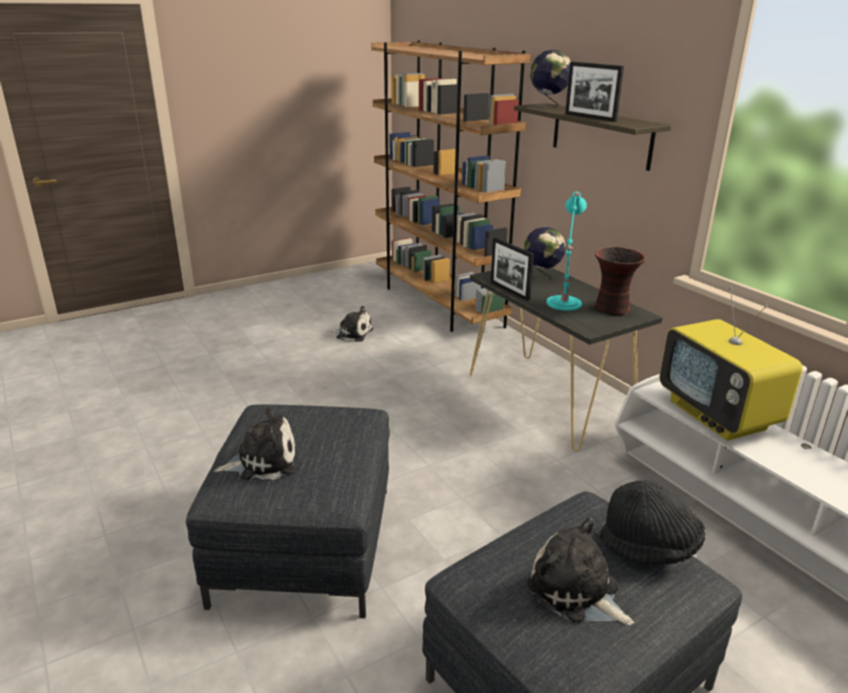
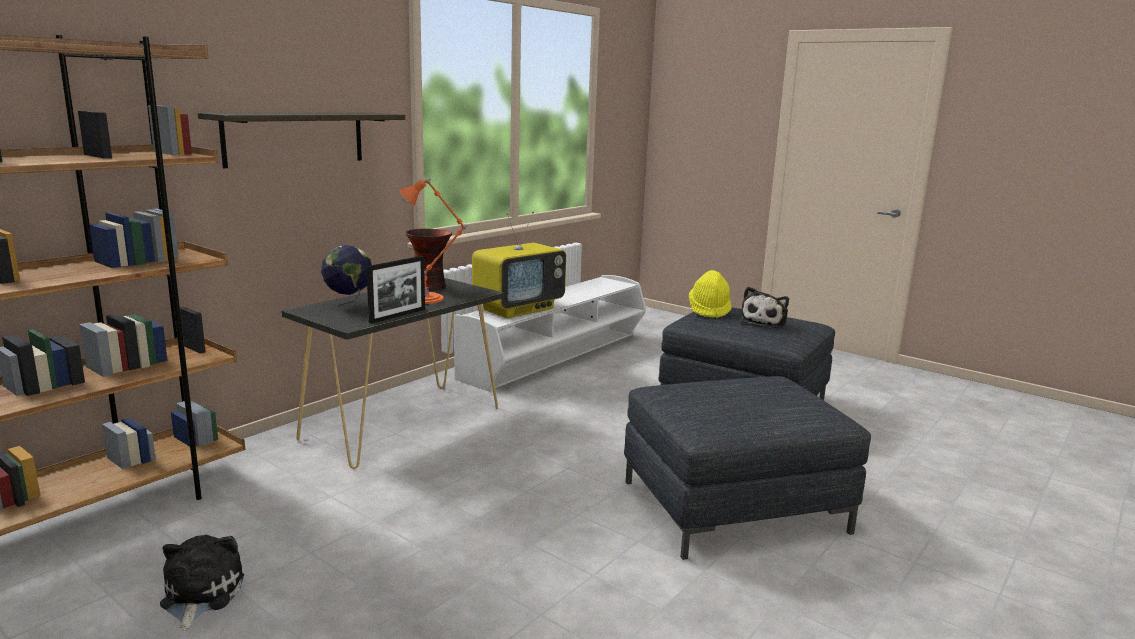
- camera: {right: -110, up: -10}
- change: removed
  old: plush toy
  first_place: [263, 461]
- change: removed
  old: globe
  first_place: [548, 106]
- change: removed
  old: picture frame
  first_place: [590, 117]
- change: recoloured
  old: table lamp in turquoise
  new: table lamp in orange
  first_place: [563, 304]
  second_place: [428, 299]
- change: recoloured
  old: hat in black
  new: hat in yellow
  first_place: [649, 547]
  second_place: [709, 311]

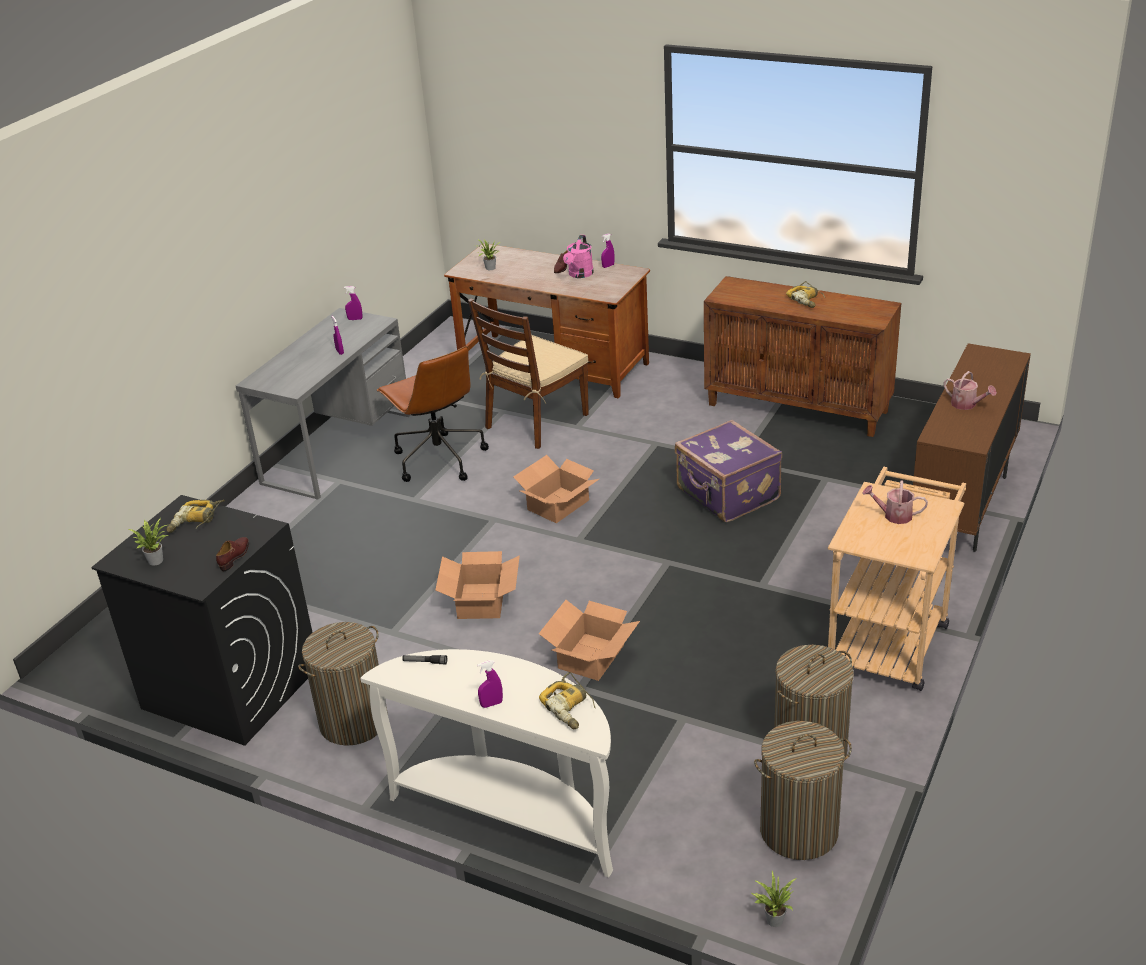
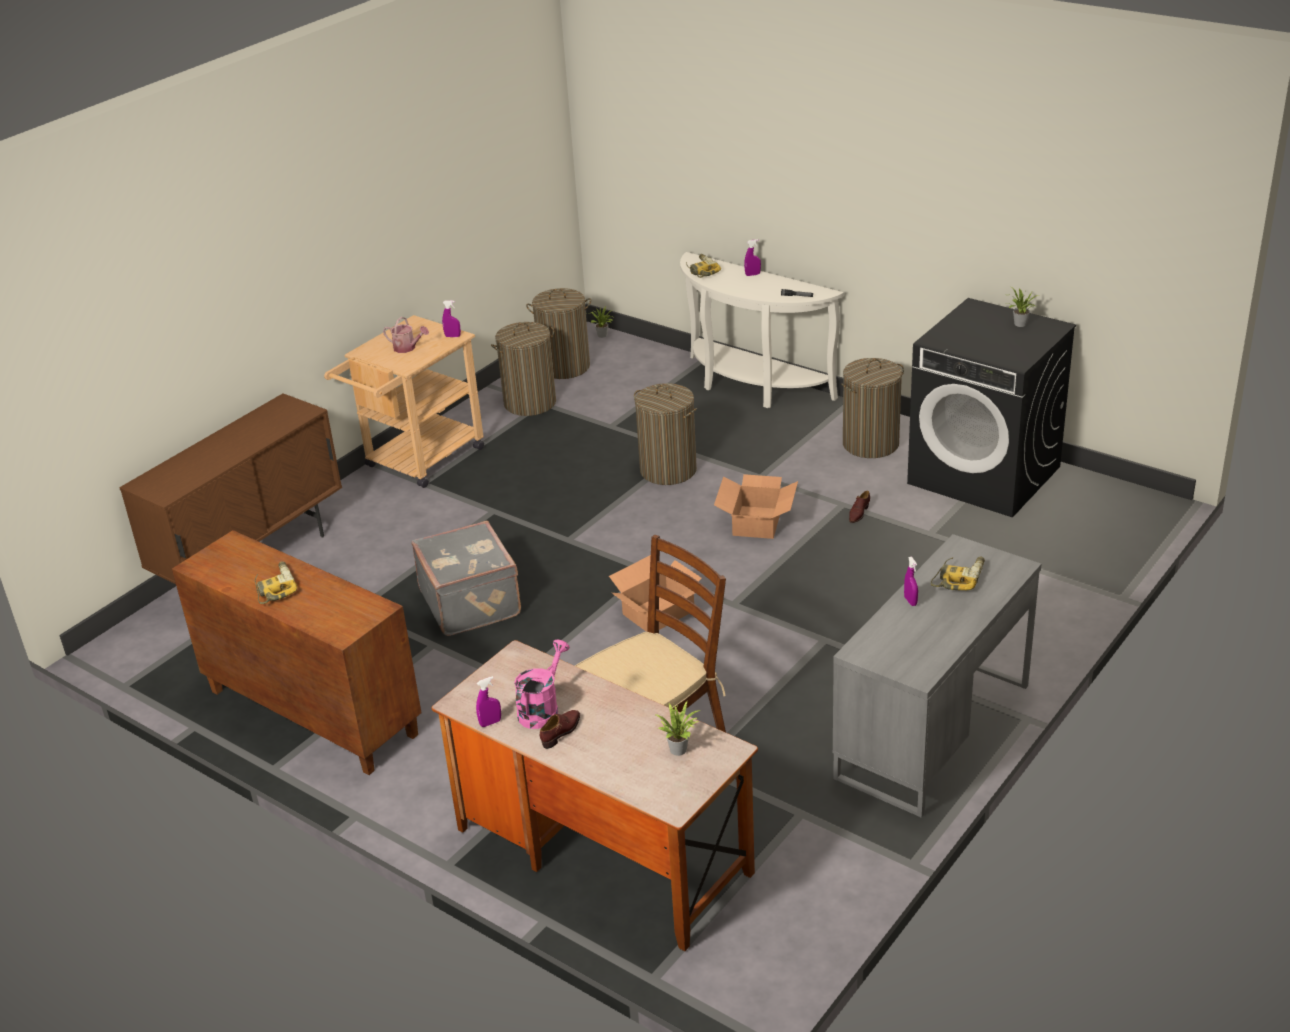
- camera: {right: -170, up: 0}
- change: removed
  old: office chair in brown
  first_place: [438, 459]
- change: removed
  old: watering can
  first_place: [967, 405]
- change: moved
  old: power drill
  first_place: [196, 521]
  second_place: [958, 578]
- change: moved
  old: shoe in brown
  first_place: [235, 556]
  second_place: [858, 513]
- change: moved
  old: spray bottle in purple
  first_place: [355, 319]
  second_place: [452, 336]
- change: replaced
  old: cardboard box
  new: laundry basket
  first_place: [590, 657]
  second_place: [668, 470]
- change: recoloured
  old: suitcase in purple
  new: suitcase in grey
  first_place: [727, 495]
  second_place: [472, 602]

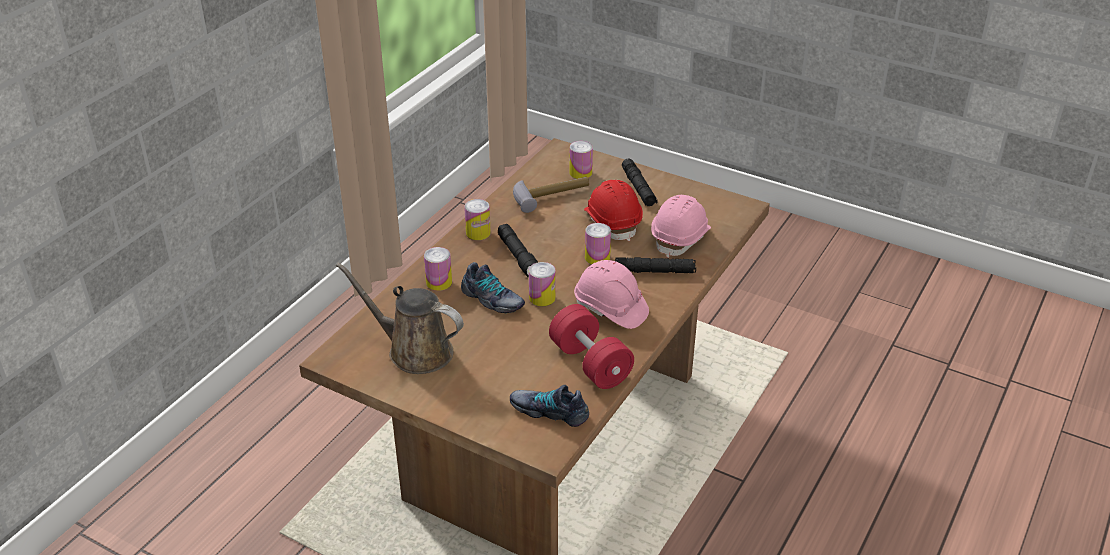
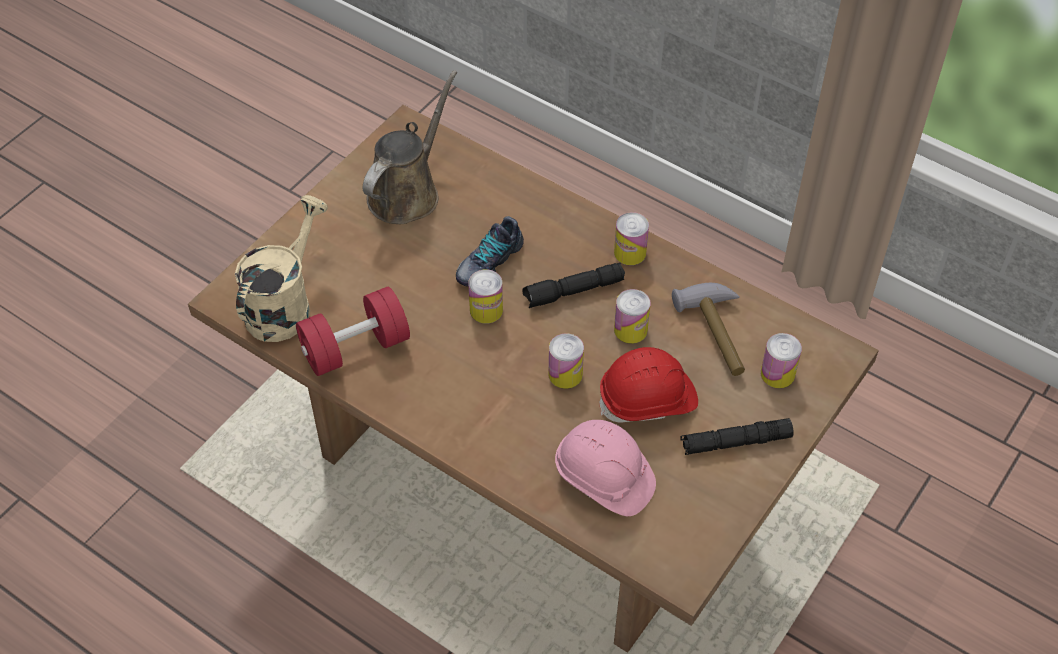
- camera: {right: 95, up: 15}
- change: removed
  old: hard hat in pink
  first_place: [610, 309]
- change: removed
  old: flashlight in black
  first_place: [655, 271]
- change: moved
  old: can
  first_place: [439, 282]
  second_place: [630, 330]
- change: replaced
  old: shoe
  new: watering can in beige
  first_place: [549, 411]
  second_place: [284, 304]

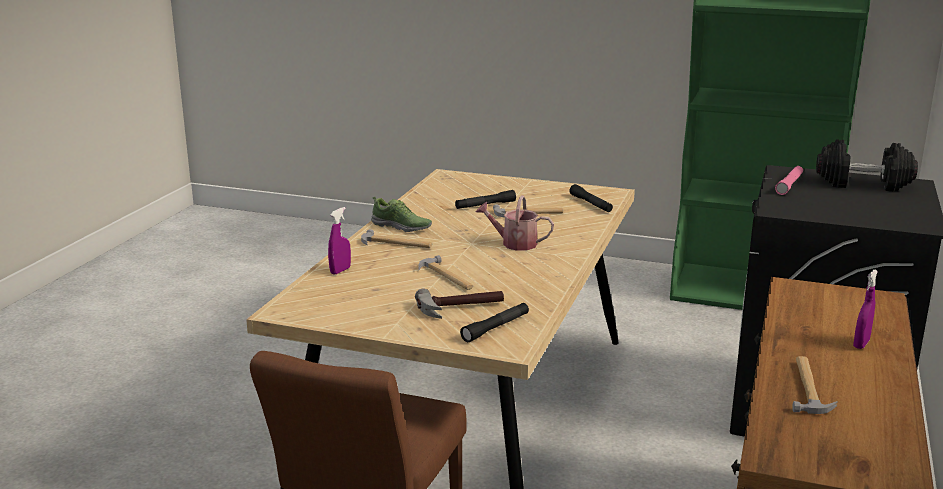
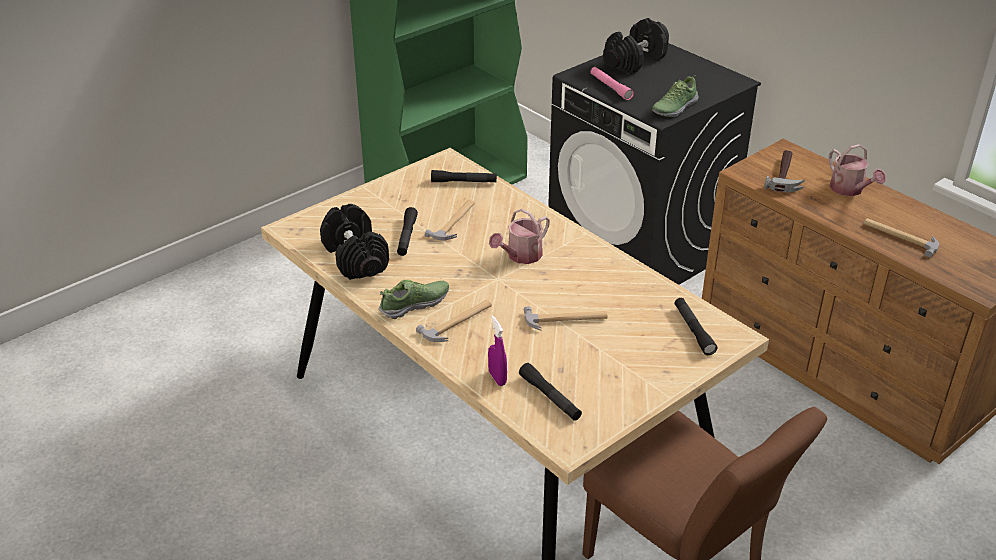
- camera: {right: -60, up: 15}
- change: added
  new: dumbbell in black
  second_place: [355, 257]
- change: added
  new: flashlight in black
  second_place: [550, 397]
- change: added
  new: shoe
  second_place: [674, 108]
- change: moved
  old: hammer
  first_place: [461, 308]
  second_place: [786, 176]
- change: replaced
  old: spray bottle in purple
  new: watering can
  first_place: [861, 344]
  second_place: [850, 190]

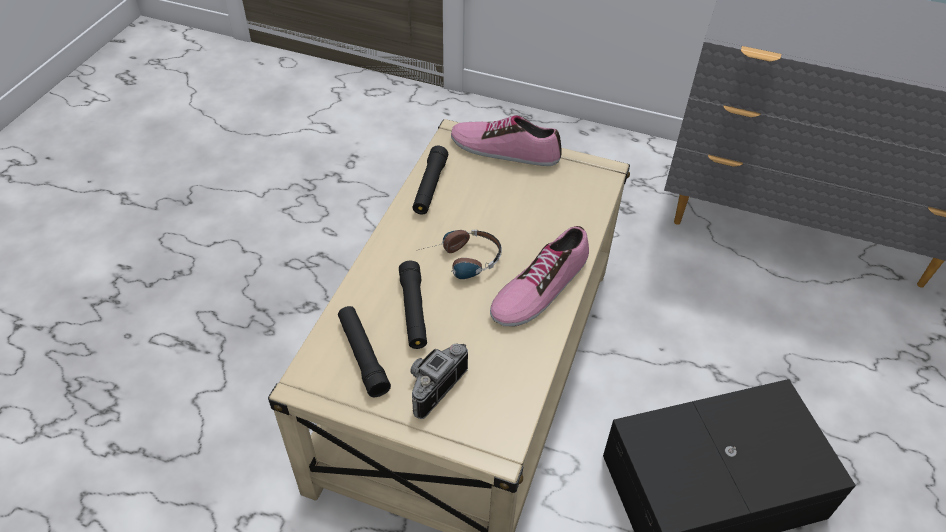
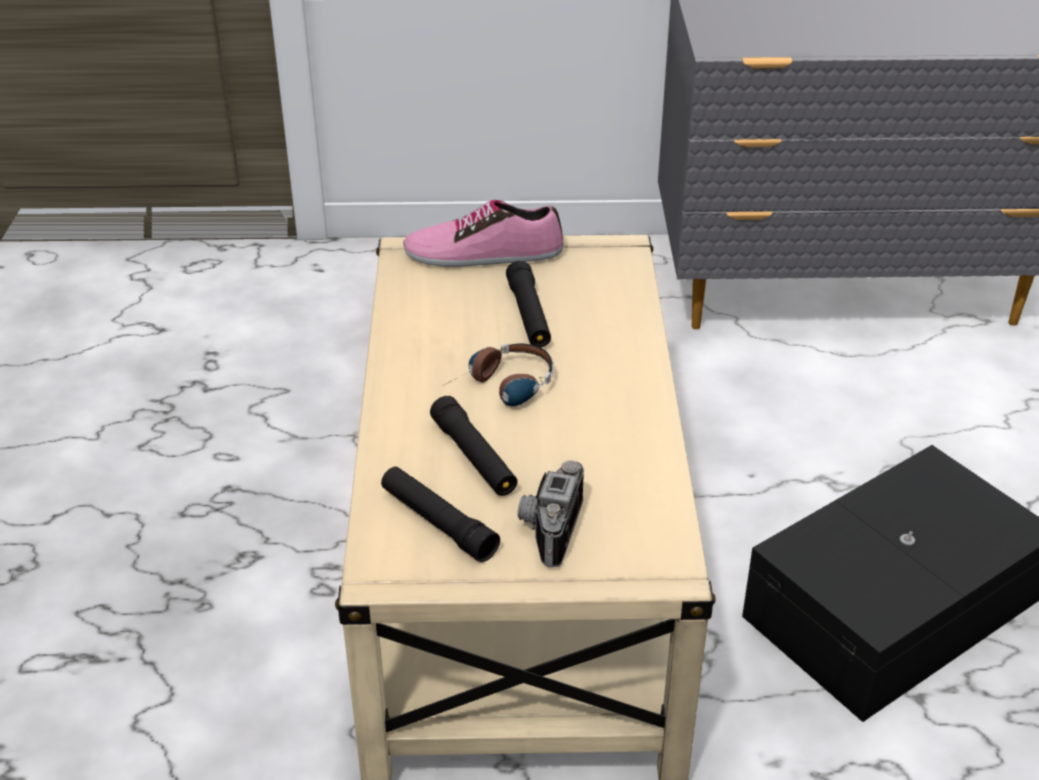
- camera: {right: -20, up: -10}
- change: removed
  old: shoe
  first_place: [539, 287]
- change: moved
  old: flashlight in black
  first_place: [430, 187]
  second_place: [529, 315]

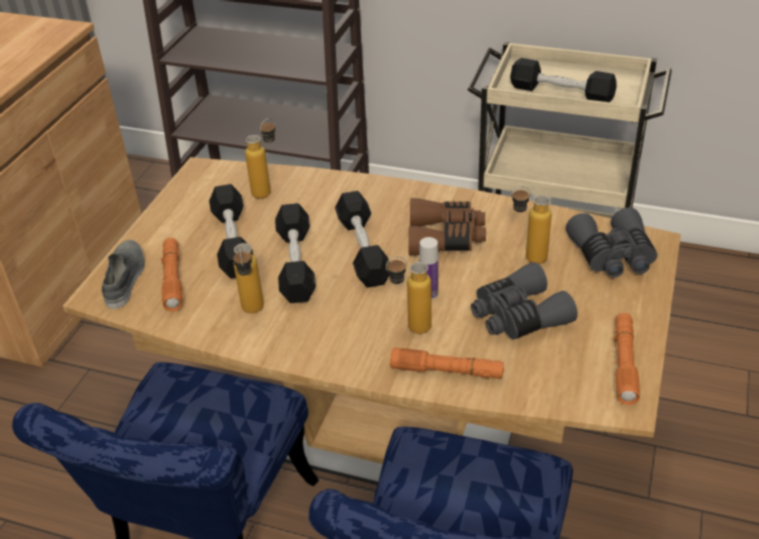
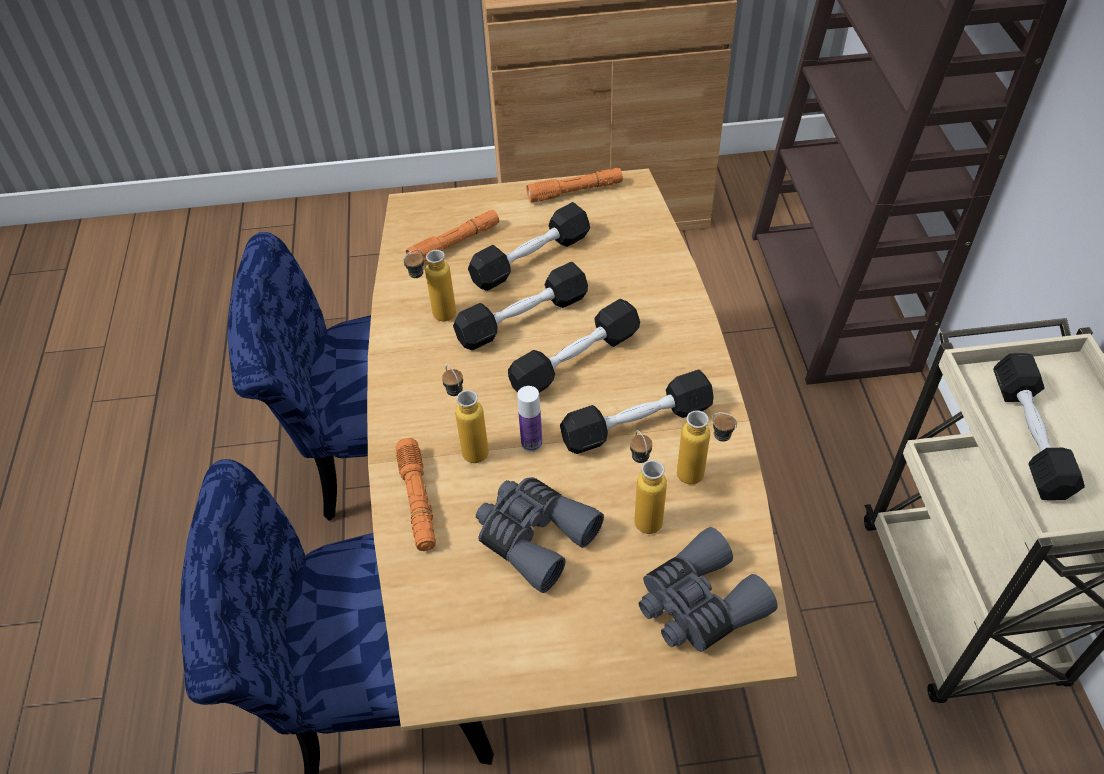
- camera: {right: 65, up: 10}
- change: removed
  old: shoe in grey
  first_place: [125, 278]
- change: moved
  old: bottle
  first_place: [267, 190]
  second_place: [701, 478]
- change: moved
  old: flashlight in orange
  first_place: [624, 364]
  second_place: [575, 191]
- change: replaced
  old: binoculars in brown
  new: dumbbell in black
  first_place: [446, 238]
  second_place: [637, 424]

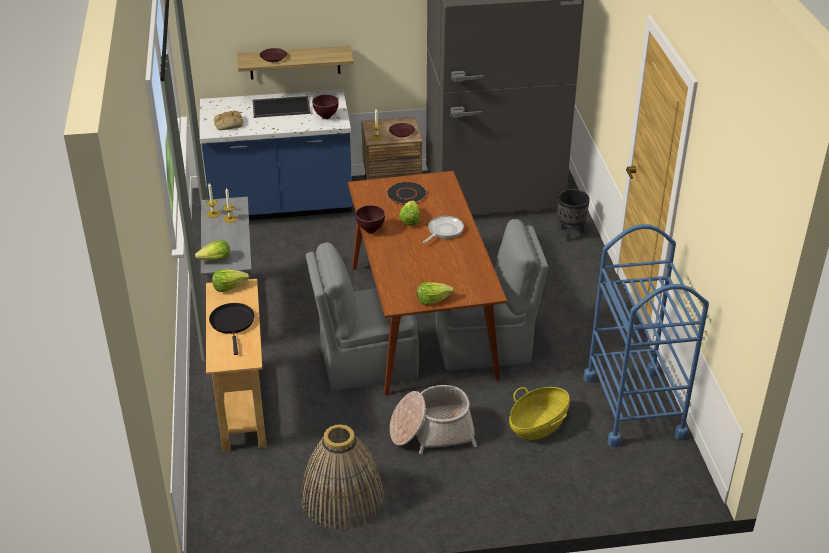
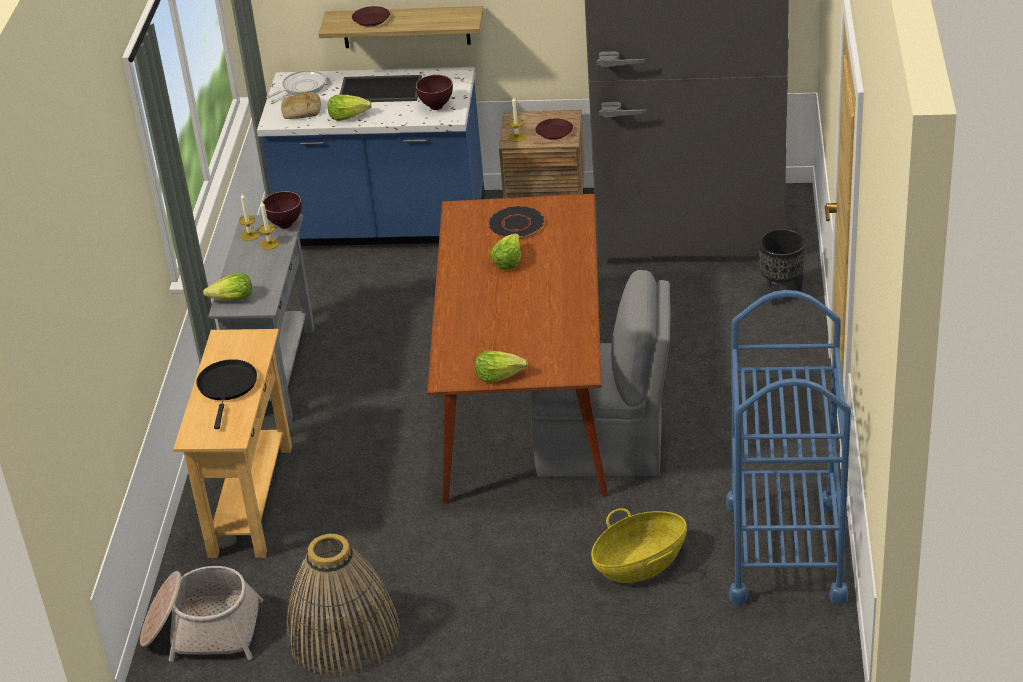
- camera: {right: 15, up: 0}
- change: removed
  old: chair in grey
  first_place: [365, 363]
- change: moved
  old: lettuce
  first_place: [229, 286]
  second_place: [348, 116]
- change: moved
  old: bowl in brown
  first_place: [370, 230]
  second_place: [285, 224]
- change: moved
  old: basket
  first_place: [432, 431]
  second_place: [201, 630]
- change: moved
  old: frying pan
  first_place: [444, 231]
  second_place: [301, 87]

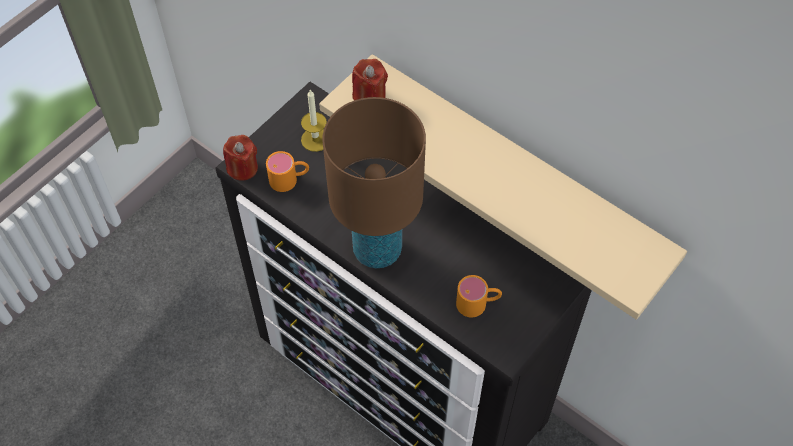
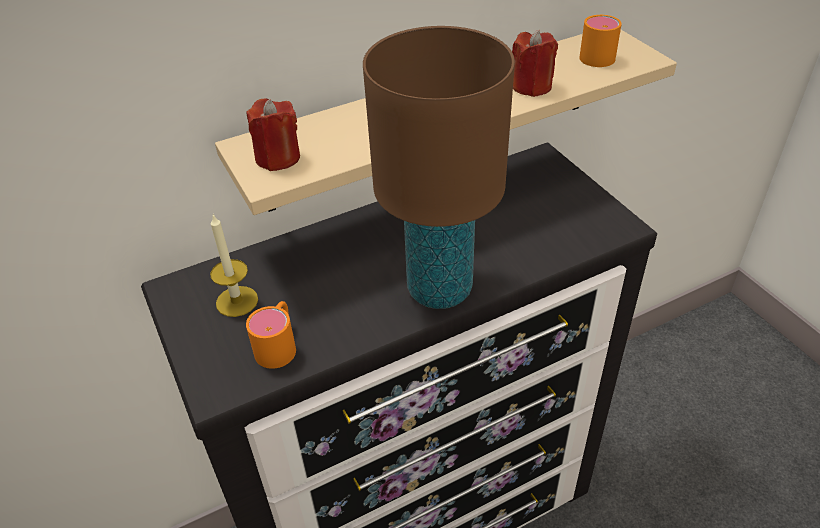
- camera: {right: -65, up: -15}
- change: moved
  old: candle in red
  first_place: [242, 168]
  second_place: [531, 86]
- change: moved
  old: mug in orange
  first_place: [478, 303]
  second_place: [598, 54]

